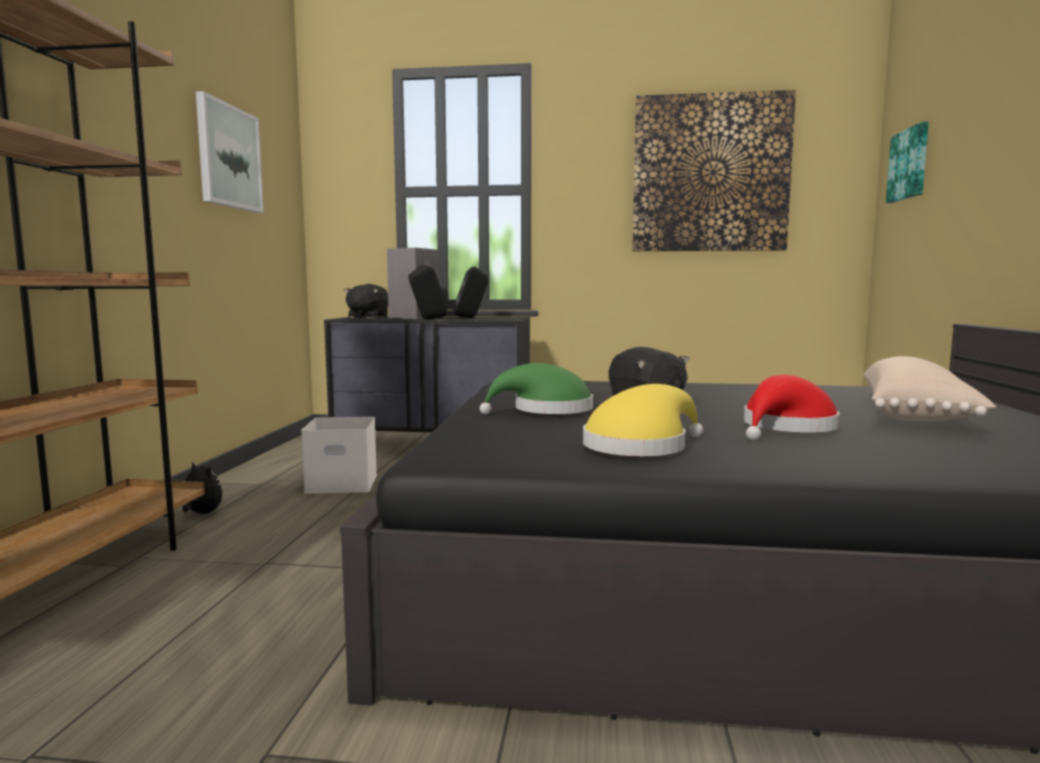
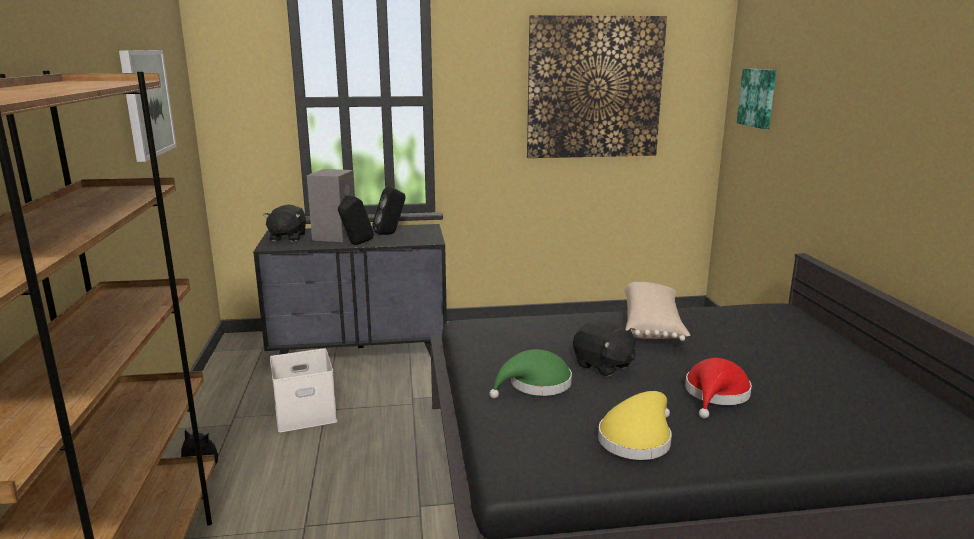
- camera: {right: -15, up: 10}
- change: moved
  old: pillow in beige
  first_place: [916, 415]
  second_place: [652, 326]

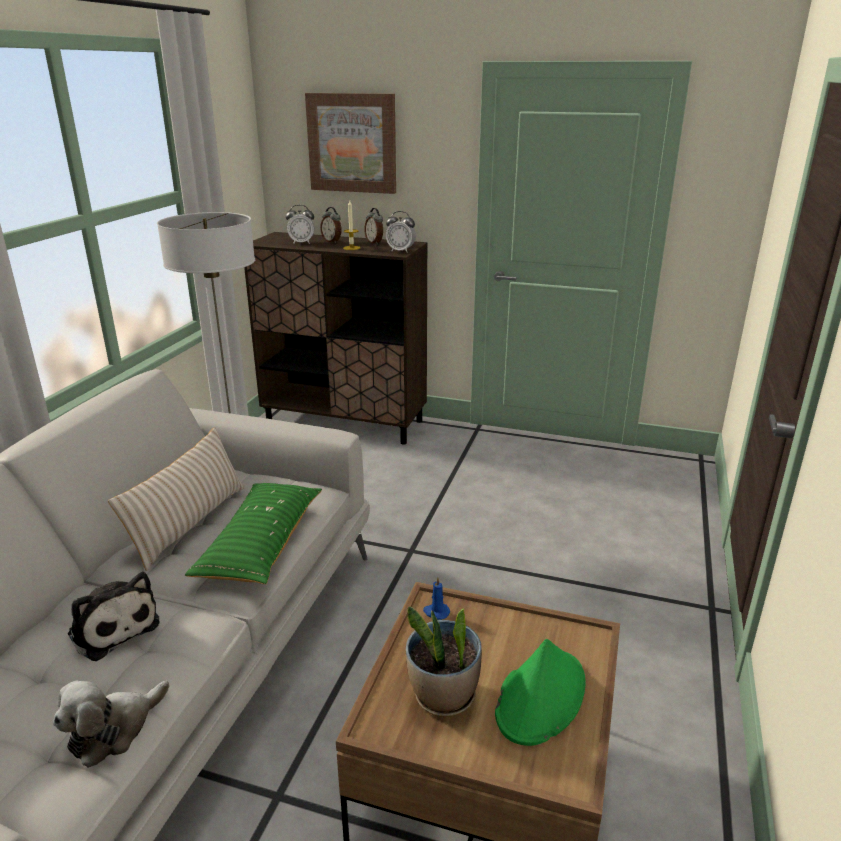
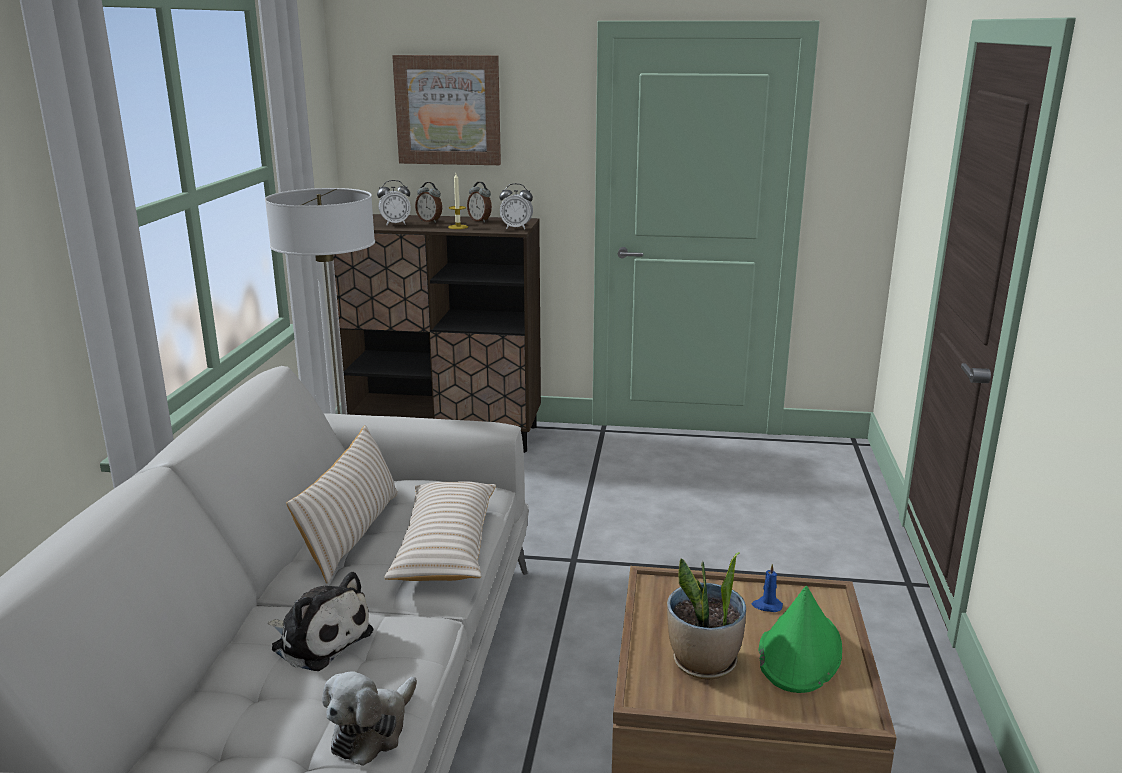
- camera: {right: -10, up: -5}
- change: moved
  old: candle in blue
  first_place: [436, 612]
  second_place: [766, 606]
- change: recoloured
  old: pillow in green
  new: pillow in beige
  first_place: [261, 544]
  second_place: [446, 546]

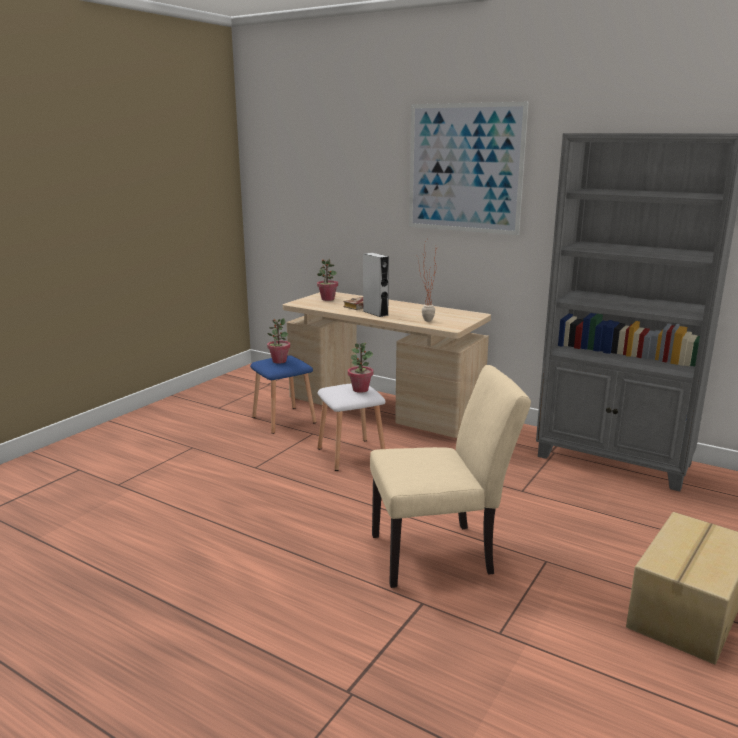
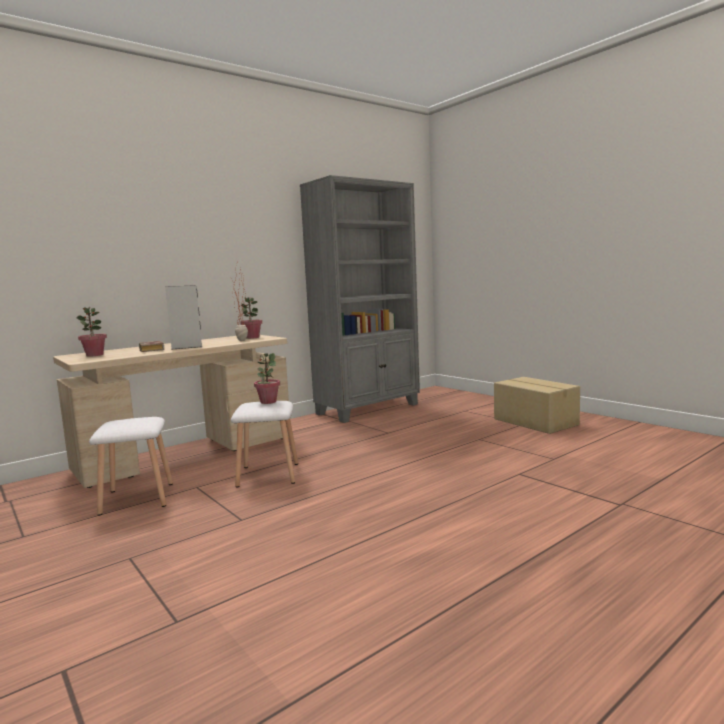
- camera: {right: -70, up: -10}
- change: removed
  old: chair in beige
  first_place: [441, 553]
- change: removed
  old: picture
  first_place: [464, 168]
- change: moved
  old: potted plant
  first_place: [279, 361]
  second_place: [252, 337]
- change: recoloured
  old: stool in blue
  new: stool in white
  first_place: [283, 420]
  second_place: [138, 499]

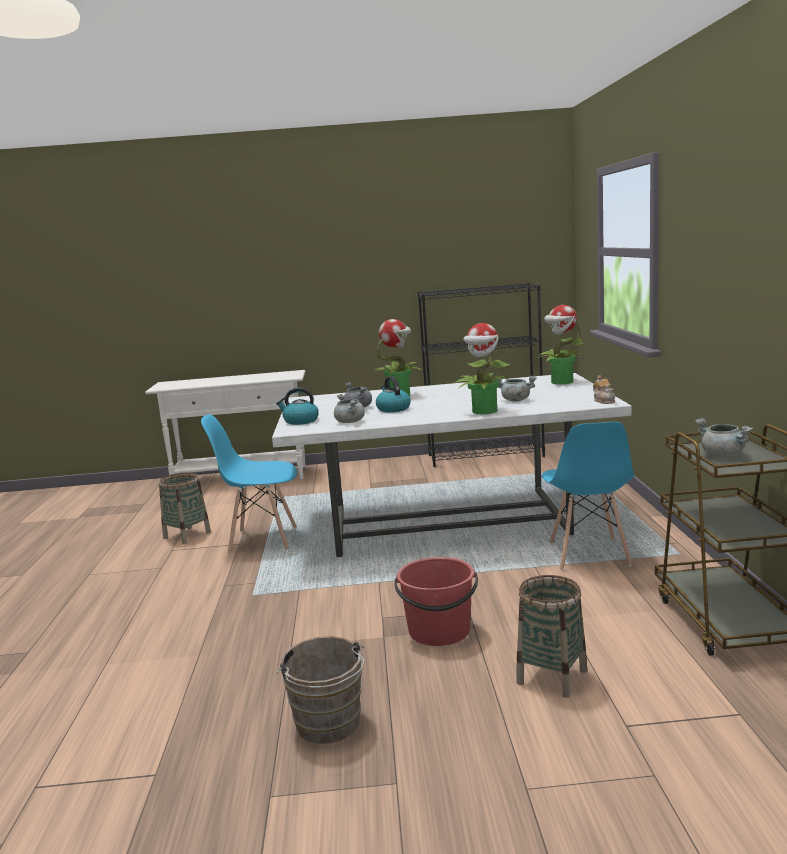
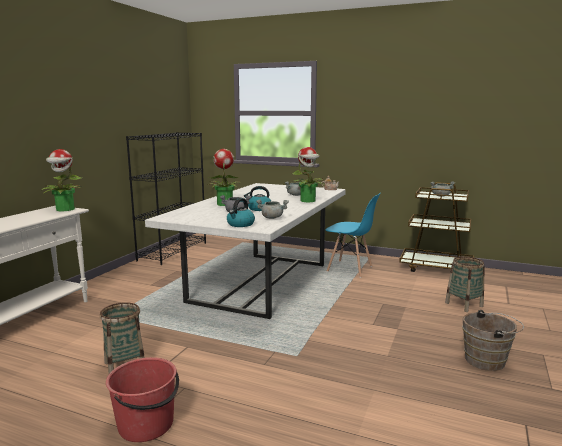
- camera: {right: -65, up: 0}
- change: removed
  old: chair in blue
  first_place: [262, 540]
- change: moved
  old: bucket in red
  first_place: [439, 631]
  second_place: [147, 424]
- change: moved
  old: potted plant
  first_place: [561, 382]
  second_place: [65, 209]

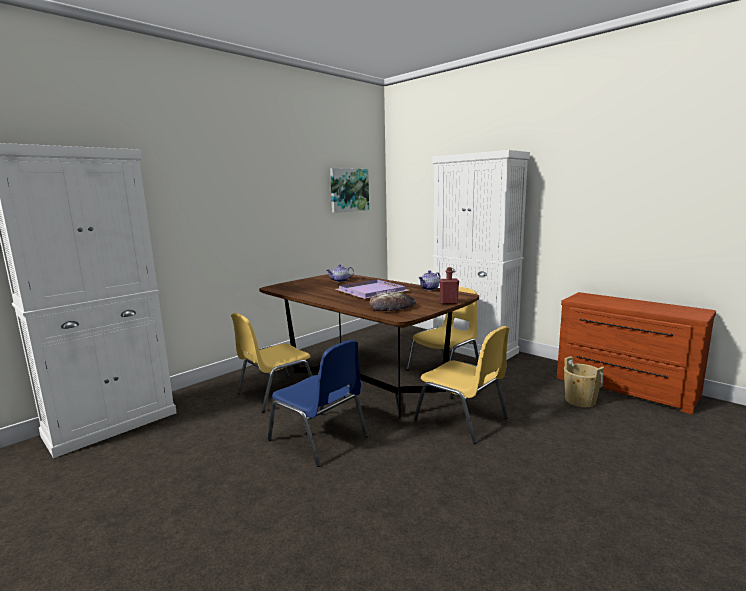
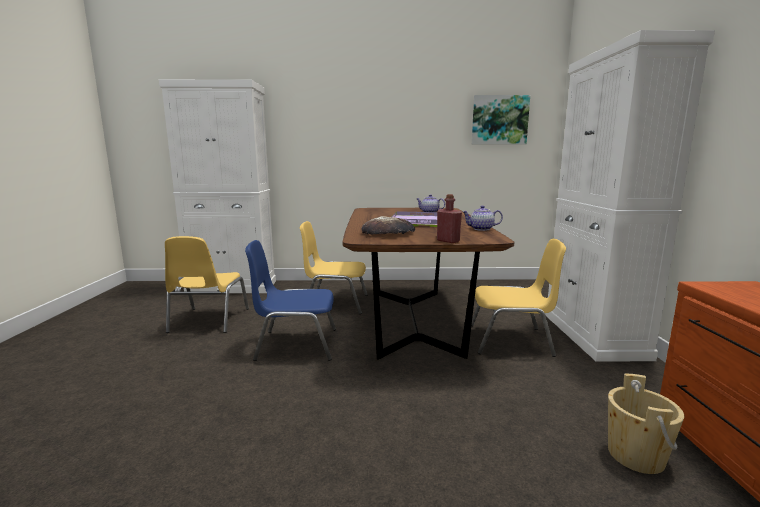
- camera: {right: 45, up: 0}
- change: moved
  old: chair in yellow
  first_place: [462, 419]
  second_place: [208, 320]
- change: turned
  old: chair in blue
  first_place: [319, 438]
  second_place: [296, 344]
  degrees: 90

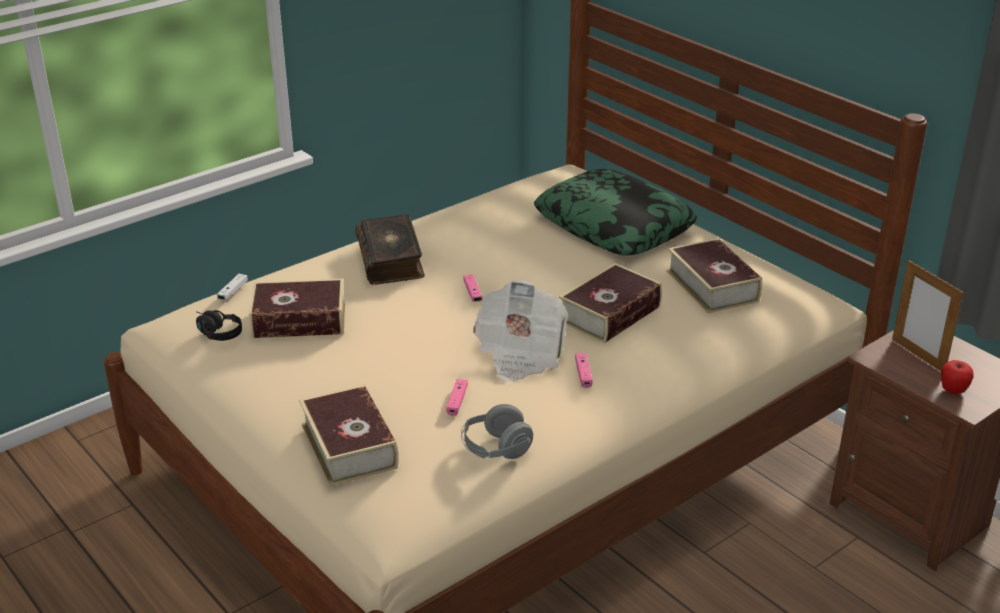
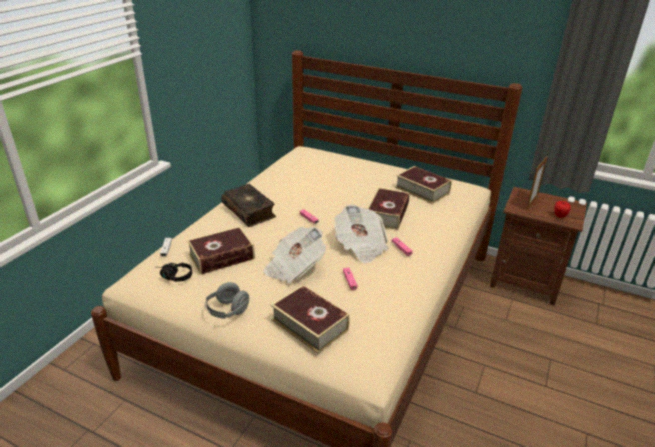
- camera: {right: -25, up: 0}
- change: removed
  old: pillow
  first_place: [614, 226]
- change: added
  new: newspaper
  second_place: [294, 267]
- change: moved
  old: headphones in grey
  first_place: [495, 449]
  second_place: [227, 311]
- change: turned
  old: picture frame
  first_place: [918, 356]
  second_place: [531, 203]
  degrees: -90

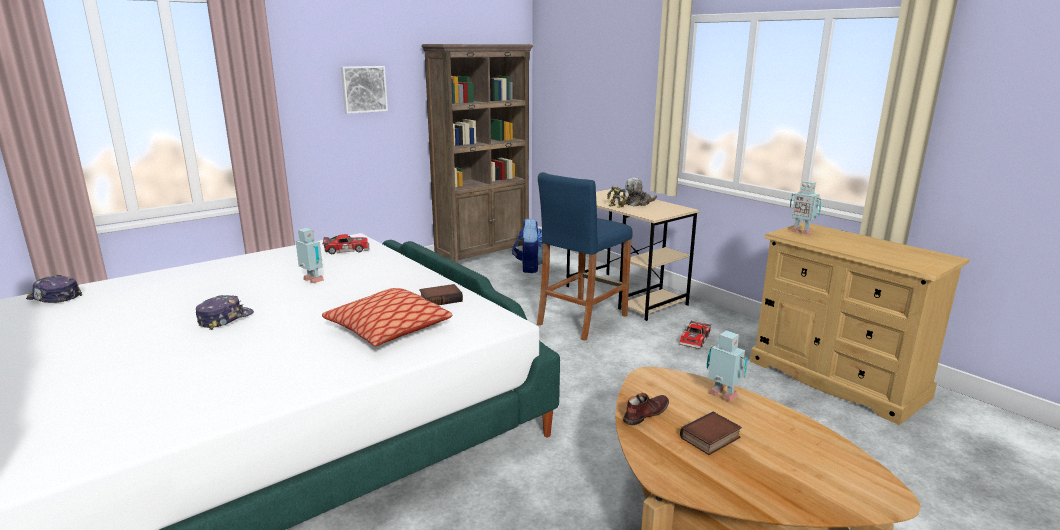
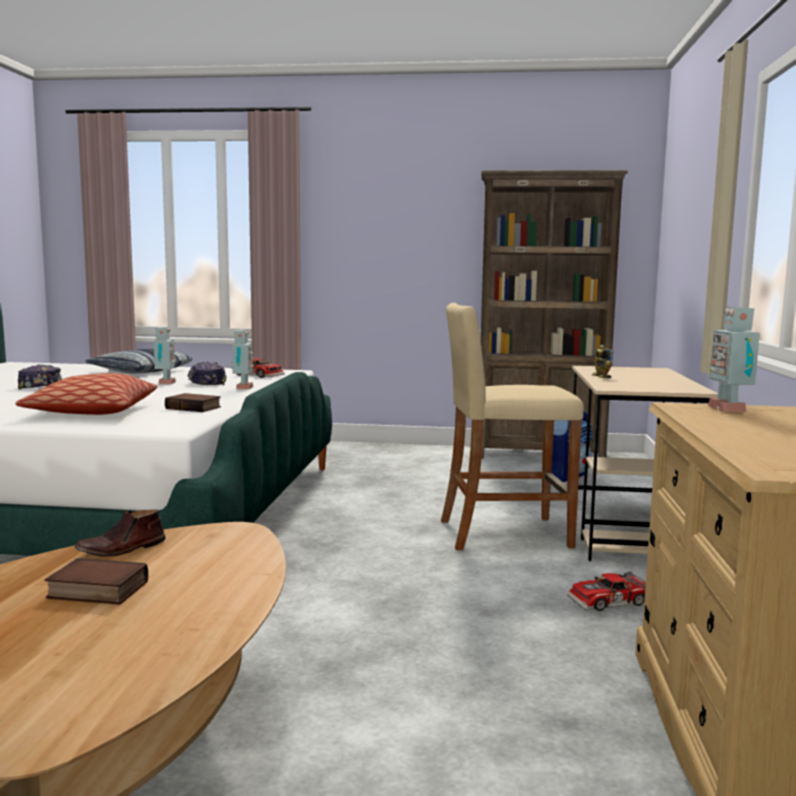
- camera: {right: 45, up: -10}
- change: removed
  old: picture
  first_place: [363, 89]
- change: removed
  old: plush toy
  first_place: [639, 203]
- change: added
  new: pillow
  second_place: [140, 371]
- change: moved
  old: cap
  first_place: [54, 298]
  second_place: [206, 383]
- change: moved
  old: toy robot
  first_place: [722, 396]
  second_place: [242, 388]
- change: recoloured
  old: stool in blue
  new: stool in beige
  first_place: [582, 320]
  second_place: [504, 533]
- change: turned
  old: shoe in brown
  first_place: [645, 414]
  second_place: [122, 549]
  degrees: 135

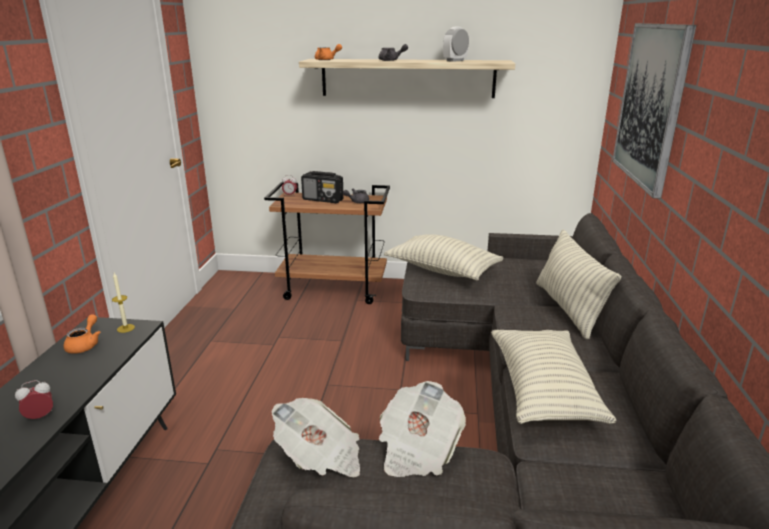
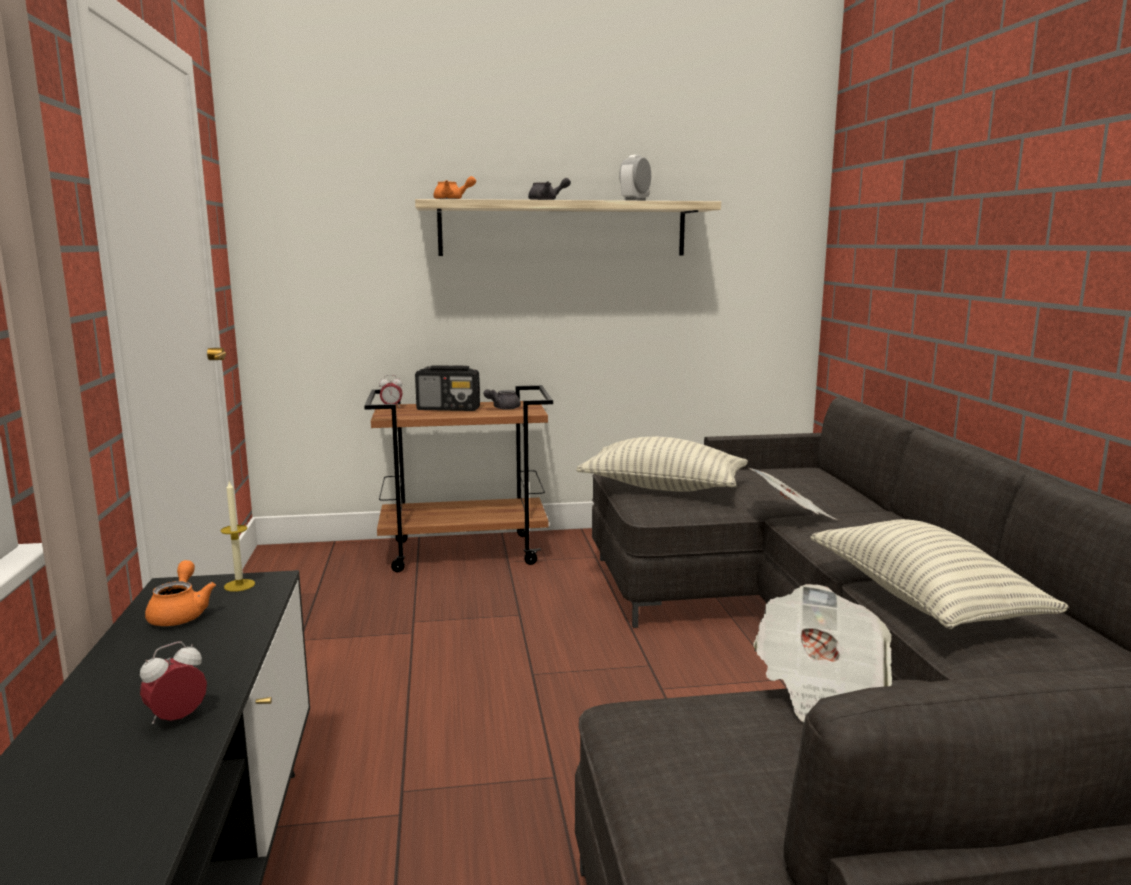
- camera: {right: -15, up: -10}
- change: removed
  old: pillow
  first_place: [568, 309]
- change: removed
  old: picture
  first_place: [650, 105]
- change: moved
  old: newspaper
  first_place: [320, 457]
  second_place: [791, 516]

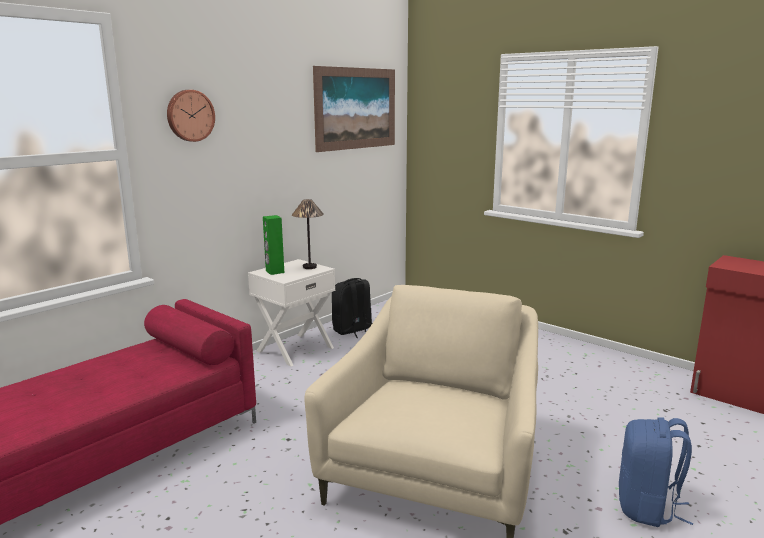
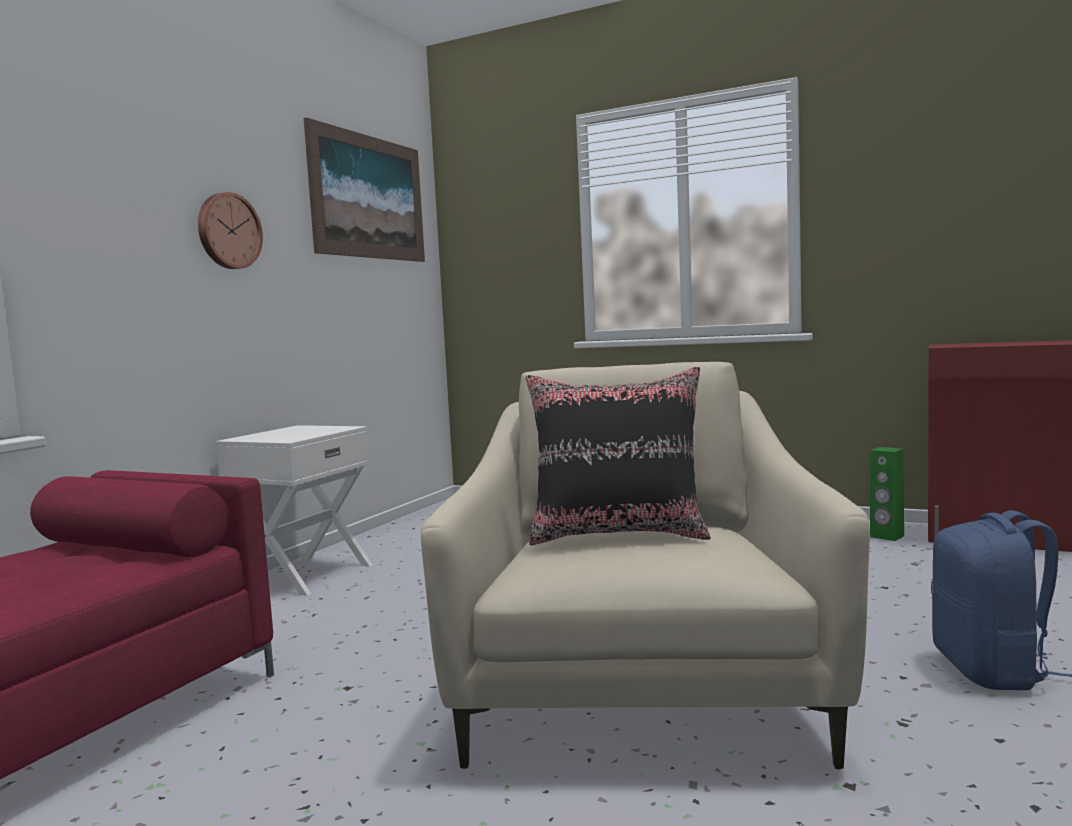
- camera: {right: -15, up: -10}
- change: removed
  old: table lamp
  first_place: [309, 267]
- change: removed
  old: backpack in black
  first_place: [352, 330]
- change: added
  new: pillow in black
  second_place: [619, 535]
- change: moved
  old: wall clock
  first_place: [190, 115]
  second_place: [228, 231]
- change: moved
  old: speaker in green
  first_place: [274, 272]
  second_place: [886, 536]

